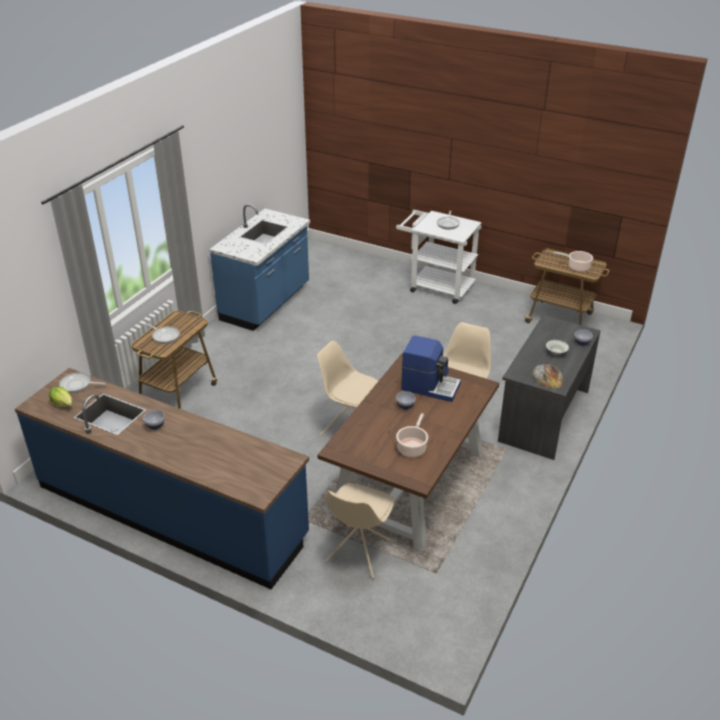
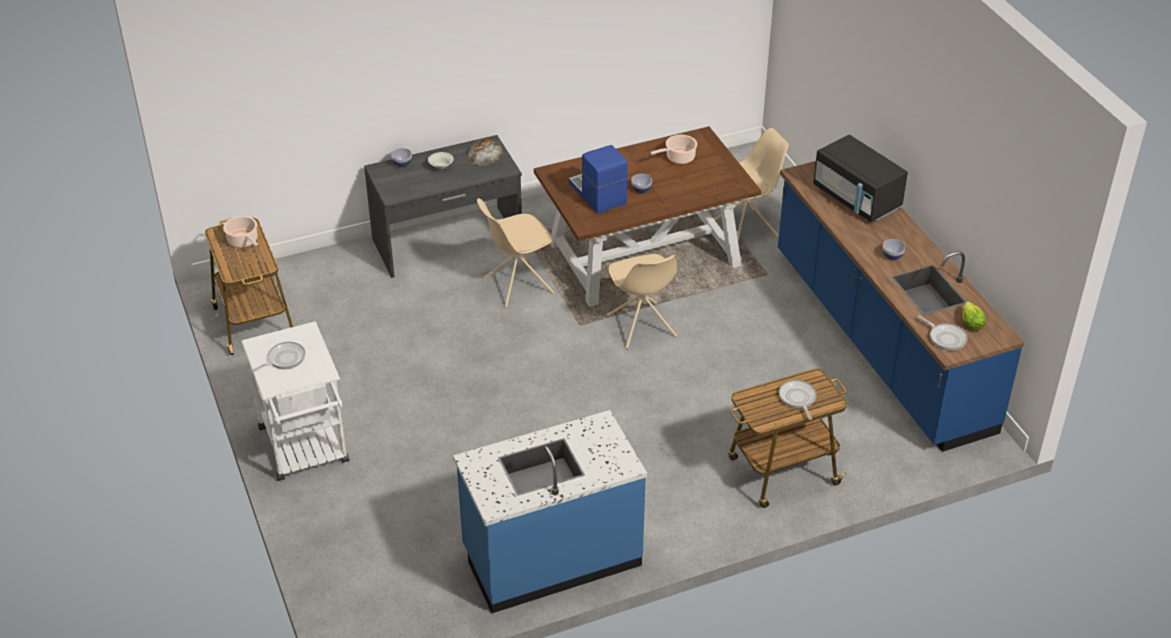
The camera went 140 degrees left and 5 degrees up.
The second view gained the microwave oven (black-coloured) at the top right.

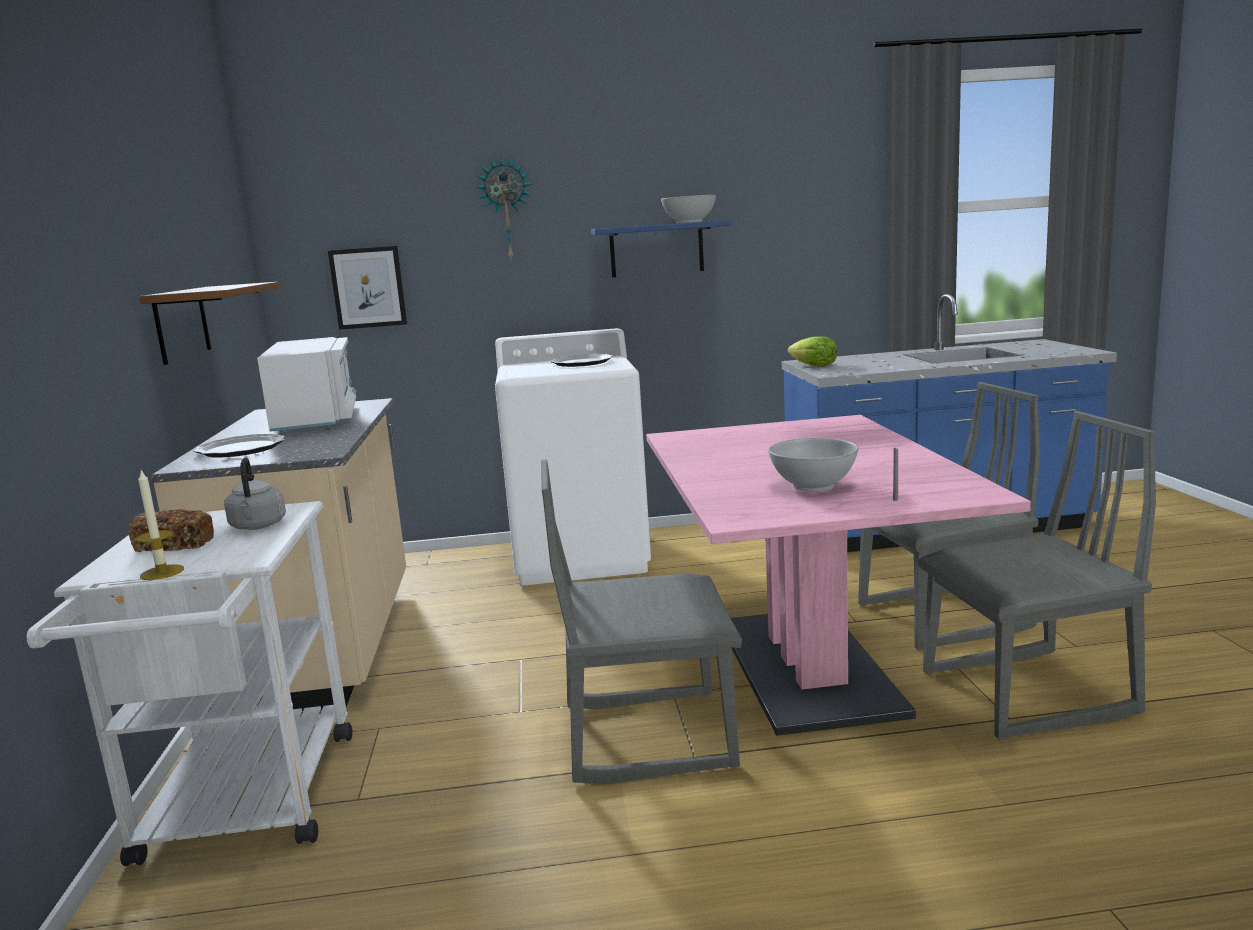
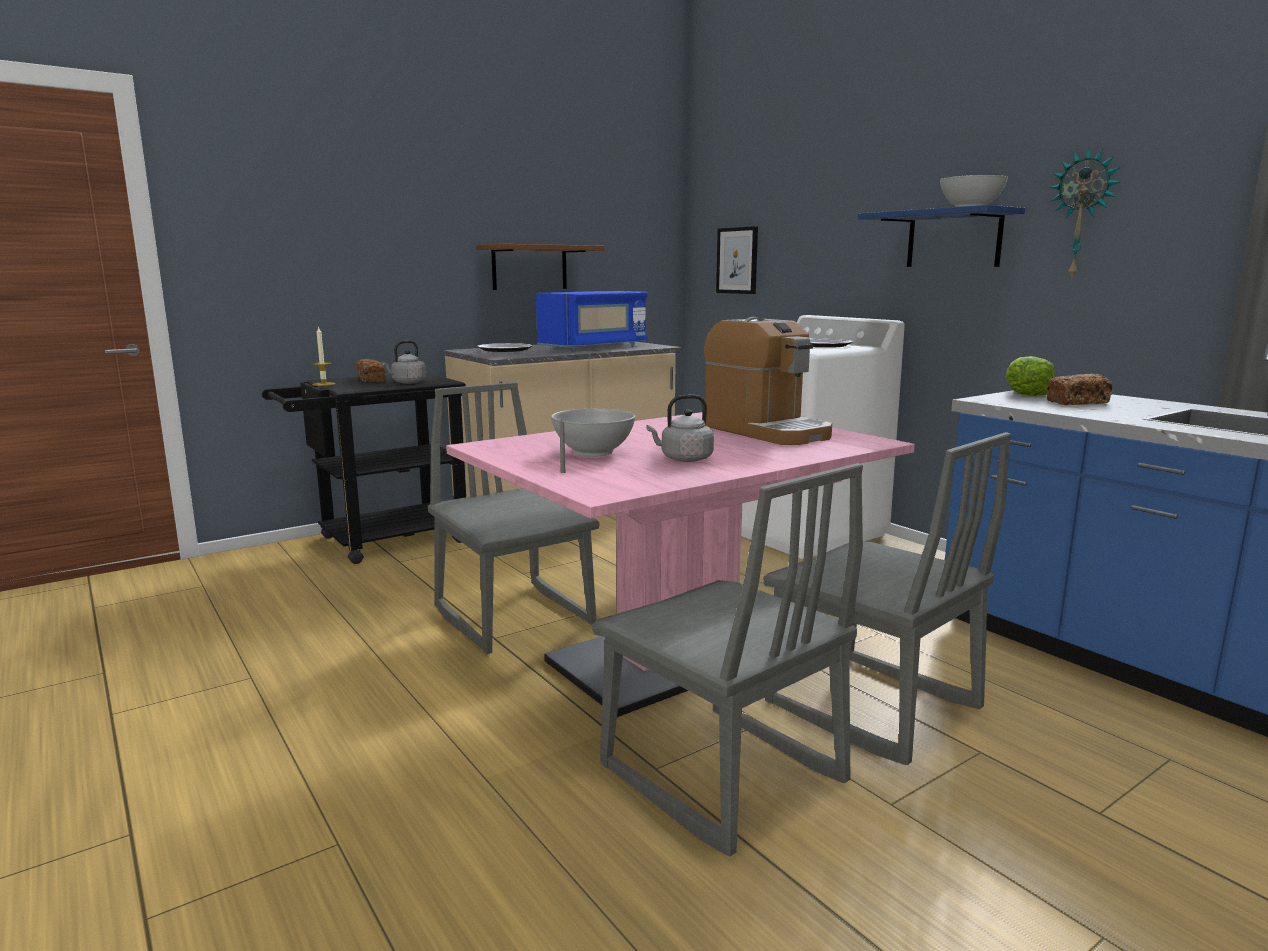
The camera went 60 degrees right and 0 degrees up.
The wall clock ended up elsewhere, having gone from the top centre to the top right.
What was the microwave oven (whitish) at the middle left turned into the microwave oven (blue-coloured) at the centre.
What was the trolley (whitish) at the bottom left turned into the trolley (black-coloured) at the middle left.
The second view gained the coffee maker at the centre.
The second view gained the baked bread (2nd from left) at the middle right.
The second view gained the water kettle (greyish) (2nd from left) at the centre.

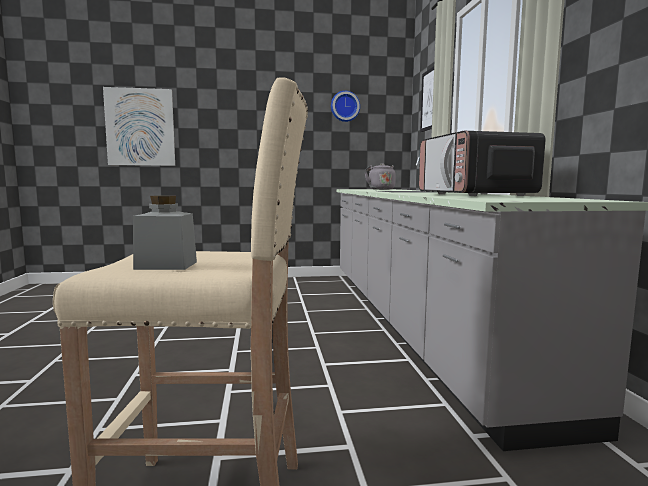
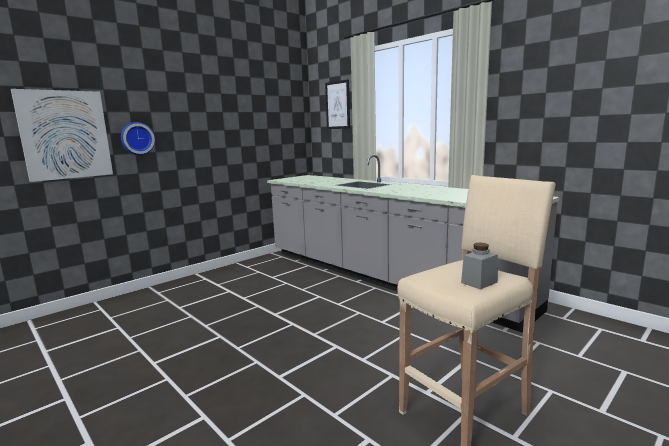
The camera went 35 degrees left and 5 degrees up.
The wall clock ended up elsewhere, having gone from the top centre to the top left.
The second view lost the microwave oven at the middle right.
The second view lost the water kettle (greyish) at the centre.

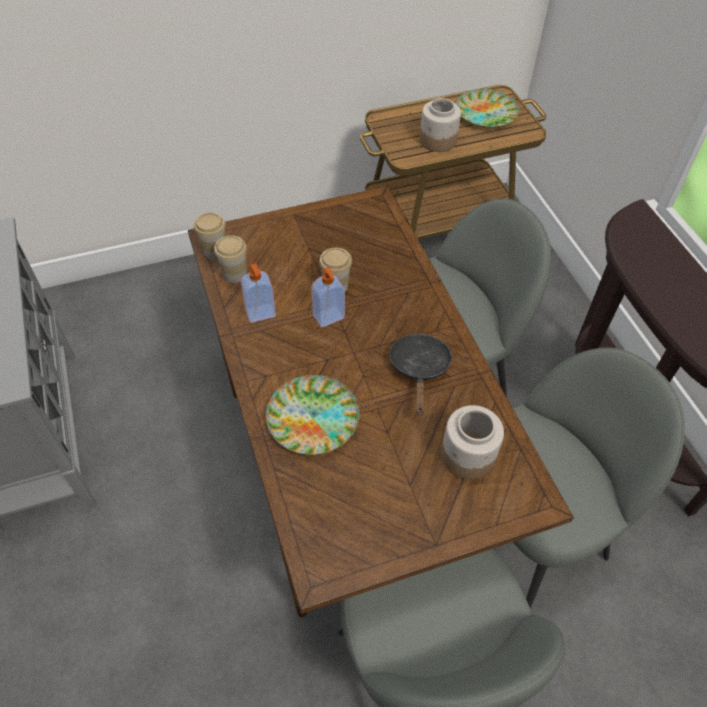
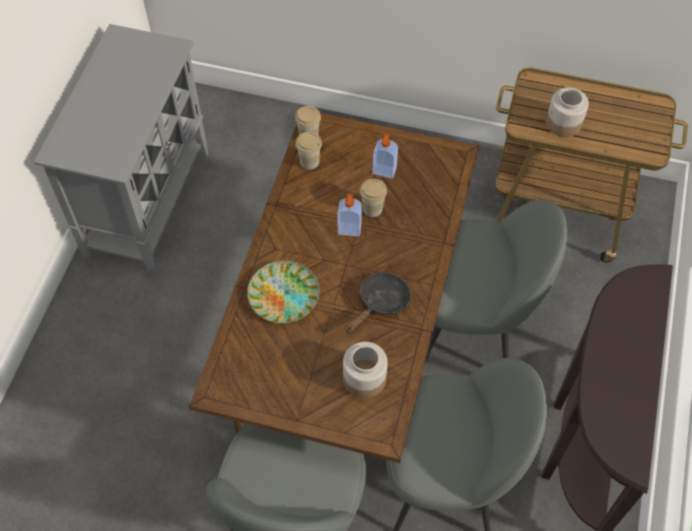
The camera went 35 degrees right and 5 degrees up.
The second view lost the dinner plate (2nd from left) at the top right.
The soap dispenser (1st from left in the first image) ended up elsewhere, having gone from the centre to the top centre.

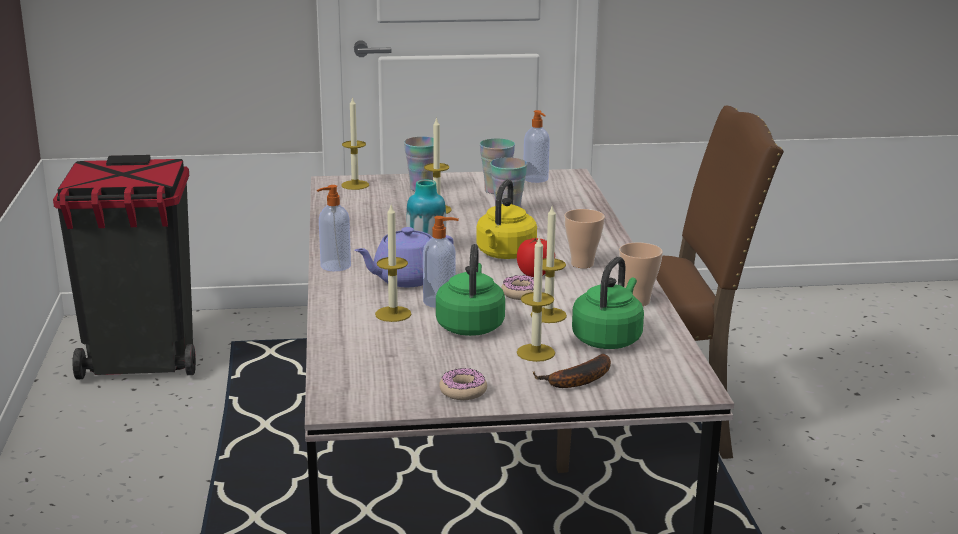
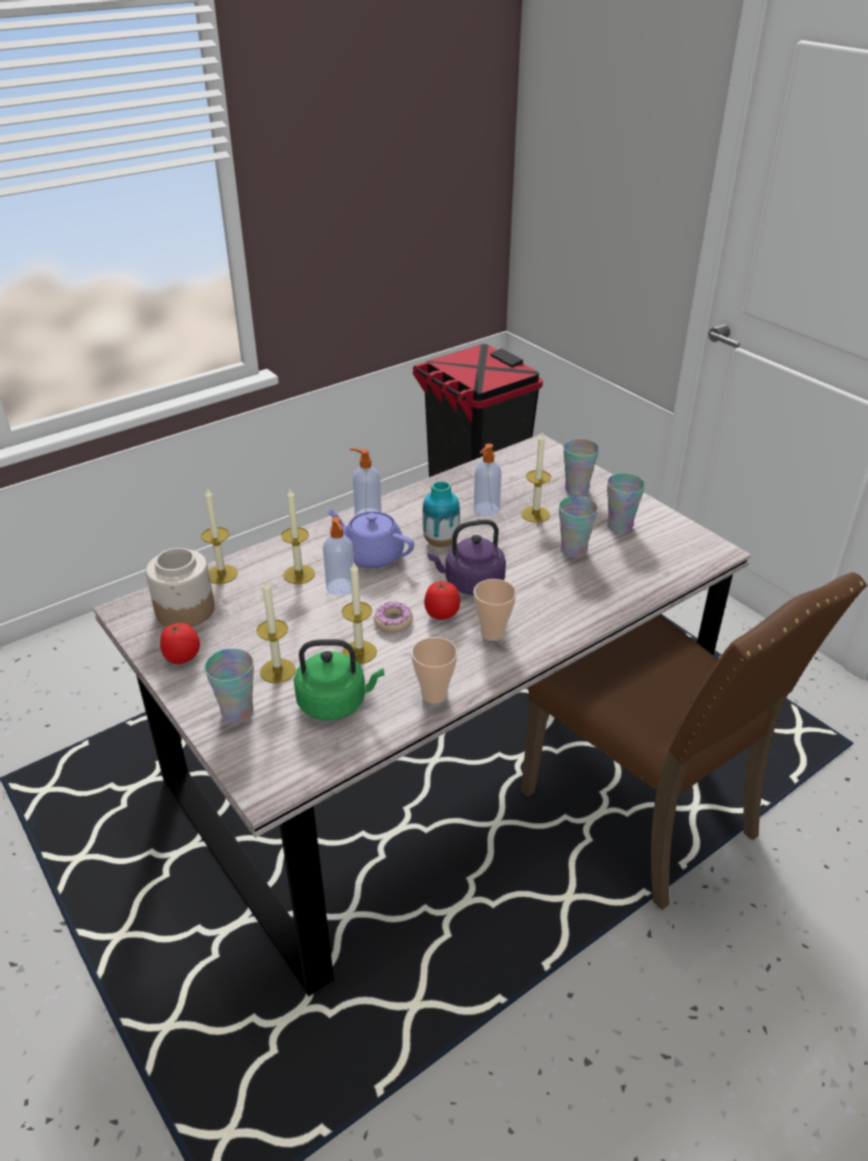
The camera went 60 degrees right and 15 degrees up.
The candle (1st from left) ended up elsewhere, having gone from the top centre to the middle left.
The soap dispenser (3rd from left) ended up elsewhere, having gone from the top centre to the centre.
What was the water kettle (yellow) at the centre turned into the water kettle (purple-coloured) at the centre.
The second view lost the water kettle (greenish) (1st from left) at the centre.
Where the whole banana stood at the bottom centre, the drinking cup (1st from left) came to stand at the middle left.
Where the doughnut (1st from left) stood at the bottom centre, the whole tomato (1st from left) came to stand at the middle left.
The second view gained the preserve jar at the middle left.

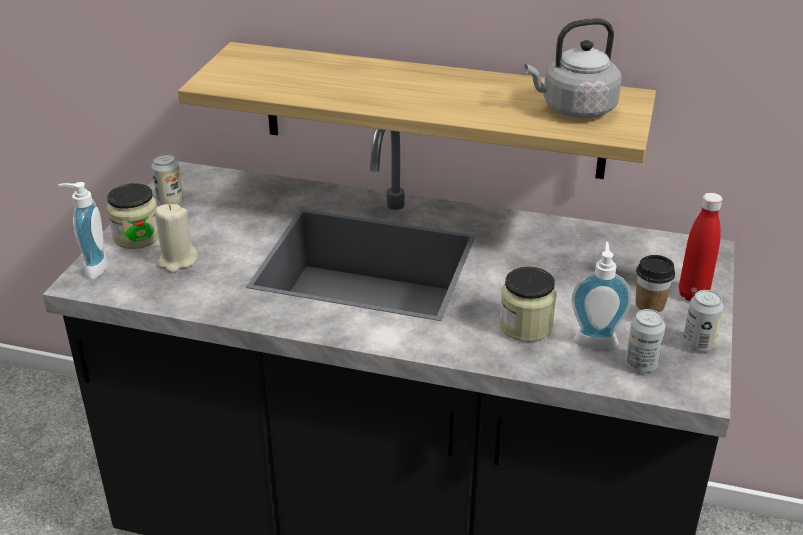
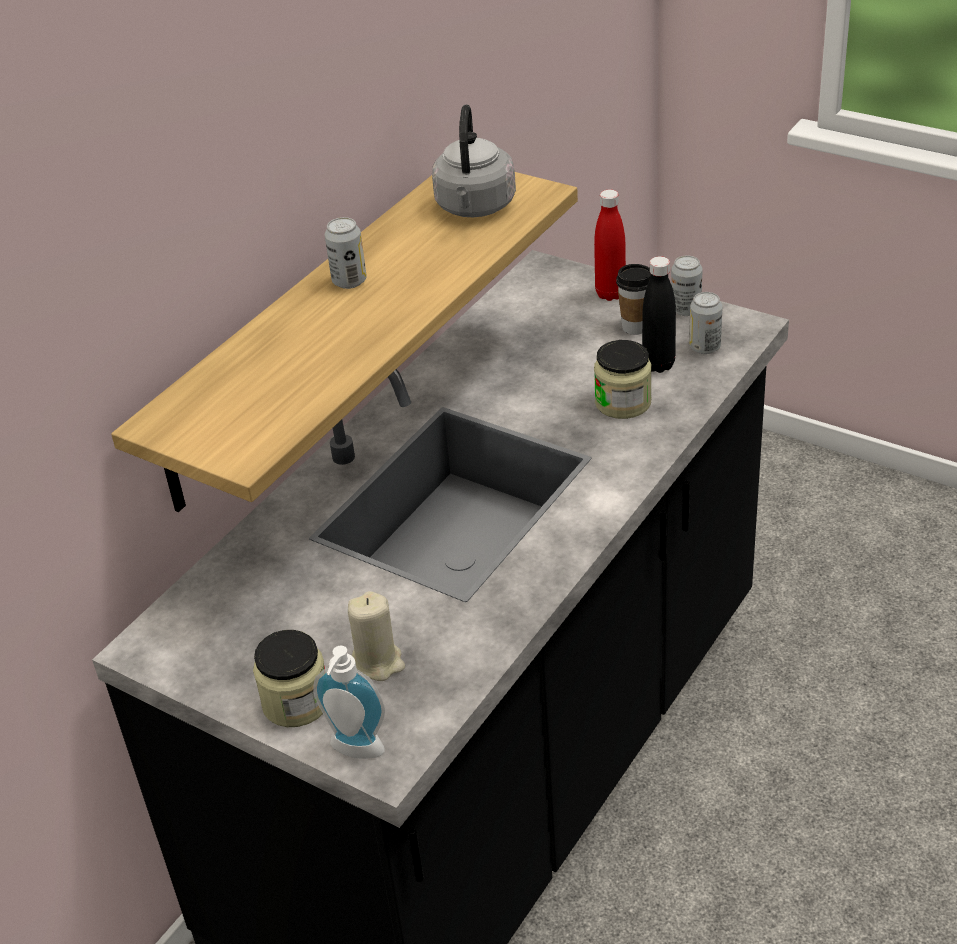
The camera went 70 degrees left and 5 degrees up.
The metal can (1st from left) ended up elsewhere, having gone from the middle left to the top centre.
Where the soap dispenser (2nd from left) stood at the middle right, the drink bottle (black-coloured) came to stand at the top right.

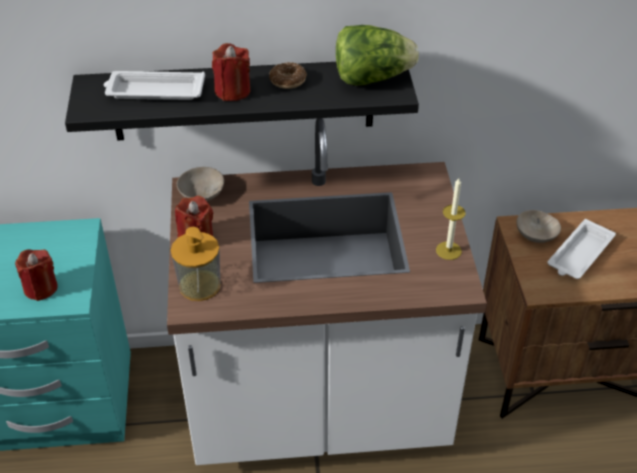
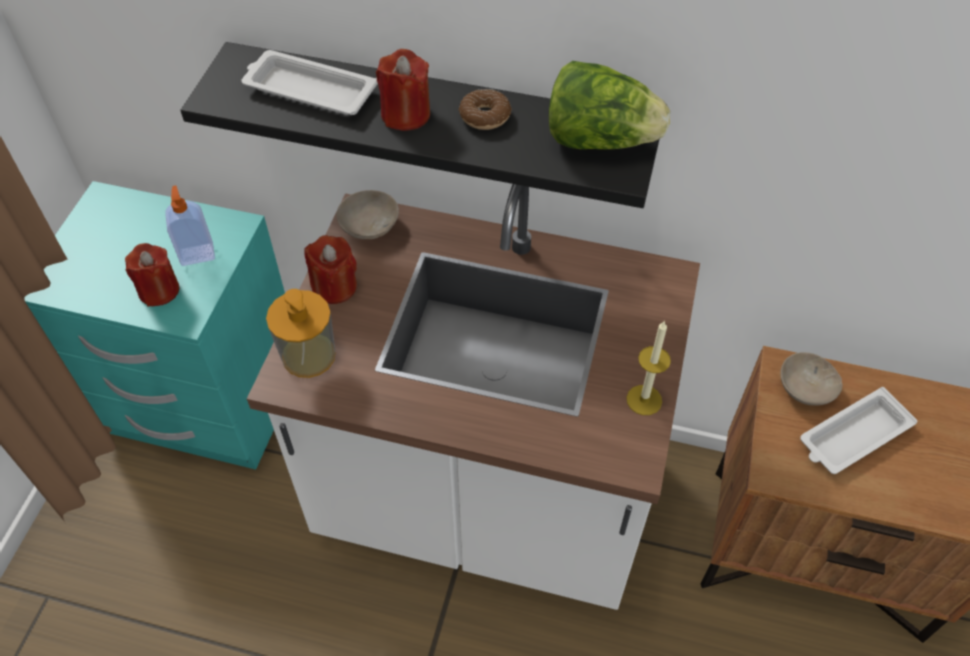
The camera went 20 degrees right and 10 degrees up.
The second view gained the soap dispenser (1st from left) at the middle left.

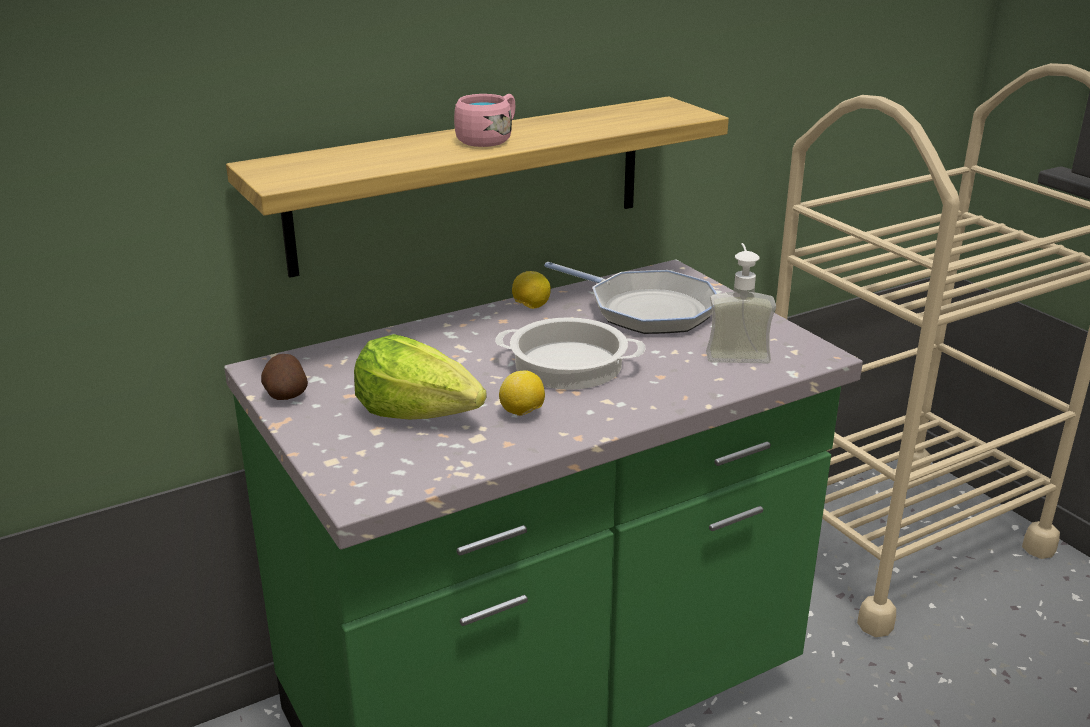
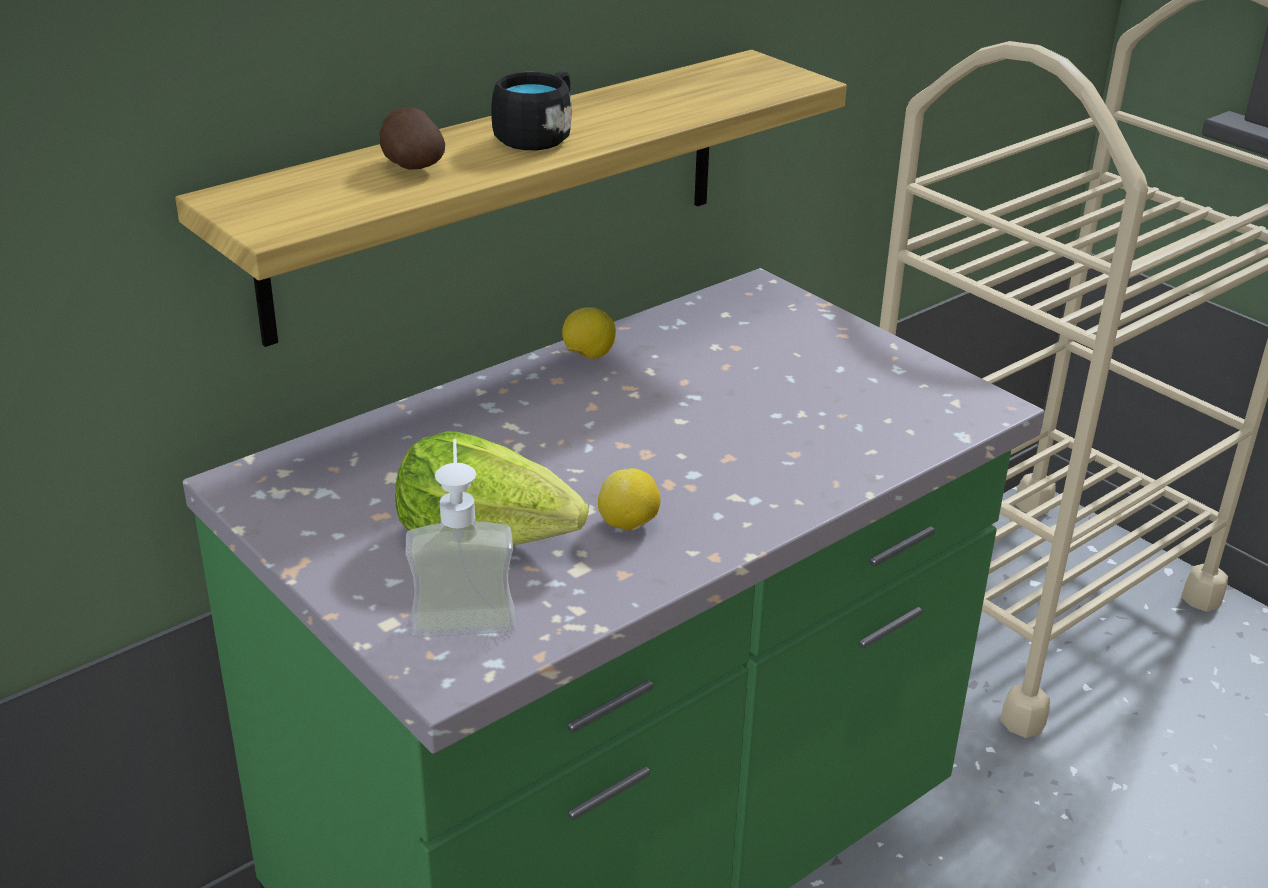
The camera went 10 degrees left and 5 degrees up.
What was the coffee mug (pink) at the top centre turned into the coffee mug (black-coloured) at the top centre.
The soap dispenser ended up elsewhere, having gone from the middle right to the centre.
The second view lost the skillet at the centre.
The second view lost the stockpot at the centre.
The potato ended up elsewhere, having gone from the middle left to the top left.

